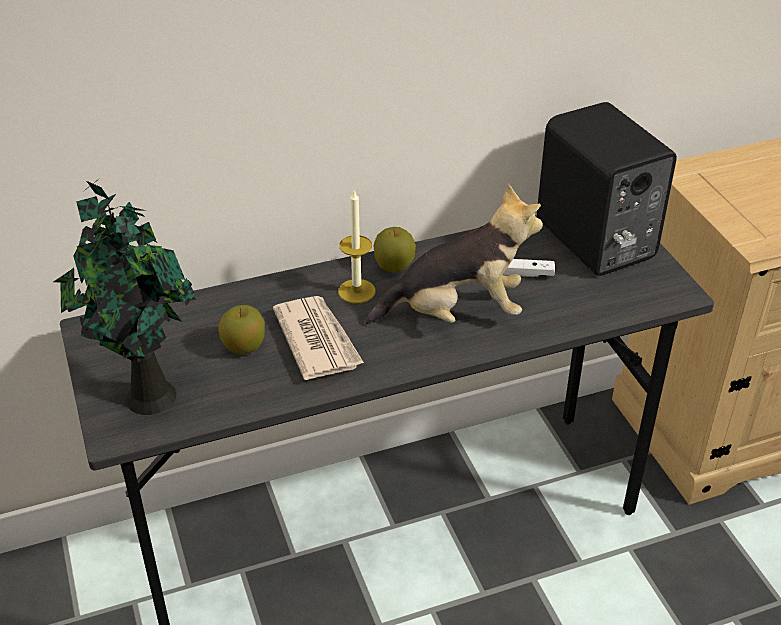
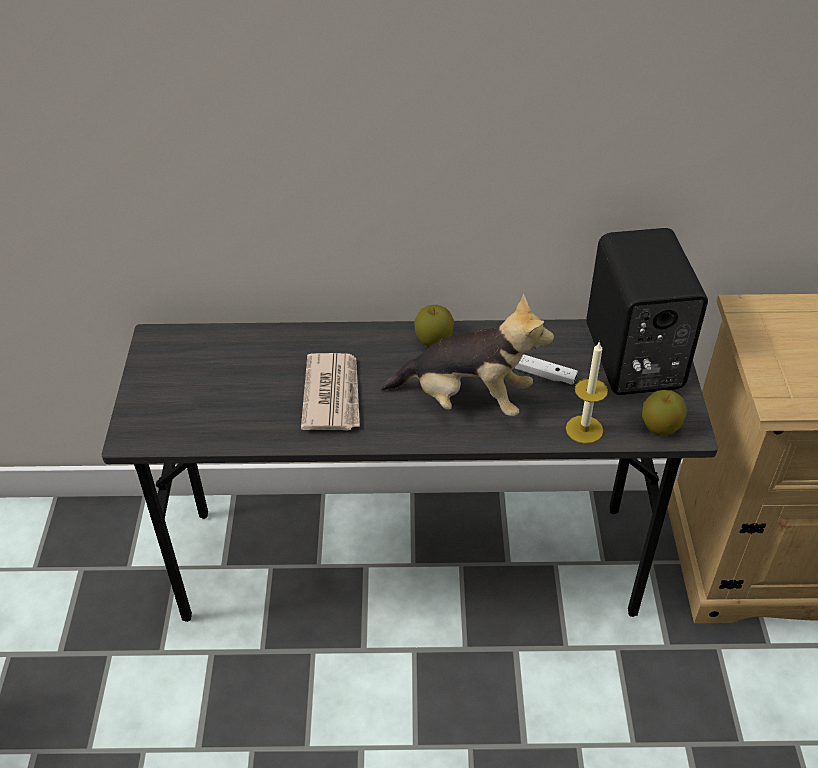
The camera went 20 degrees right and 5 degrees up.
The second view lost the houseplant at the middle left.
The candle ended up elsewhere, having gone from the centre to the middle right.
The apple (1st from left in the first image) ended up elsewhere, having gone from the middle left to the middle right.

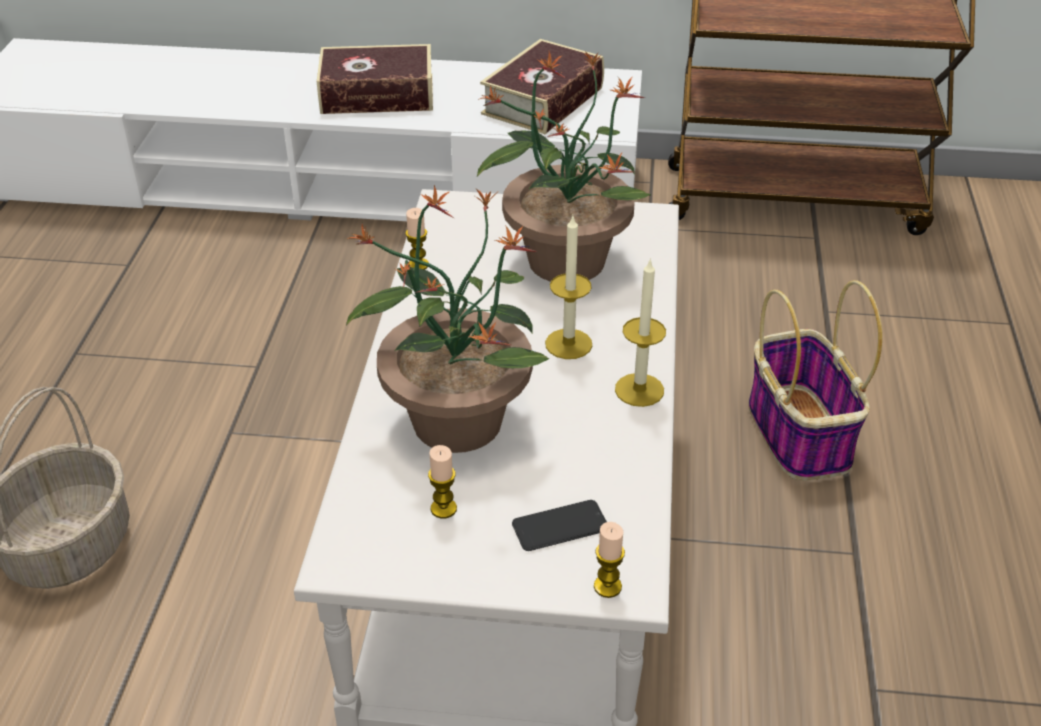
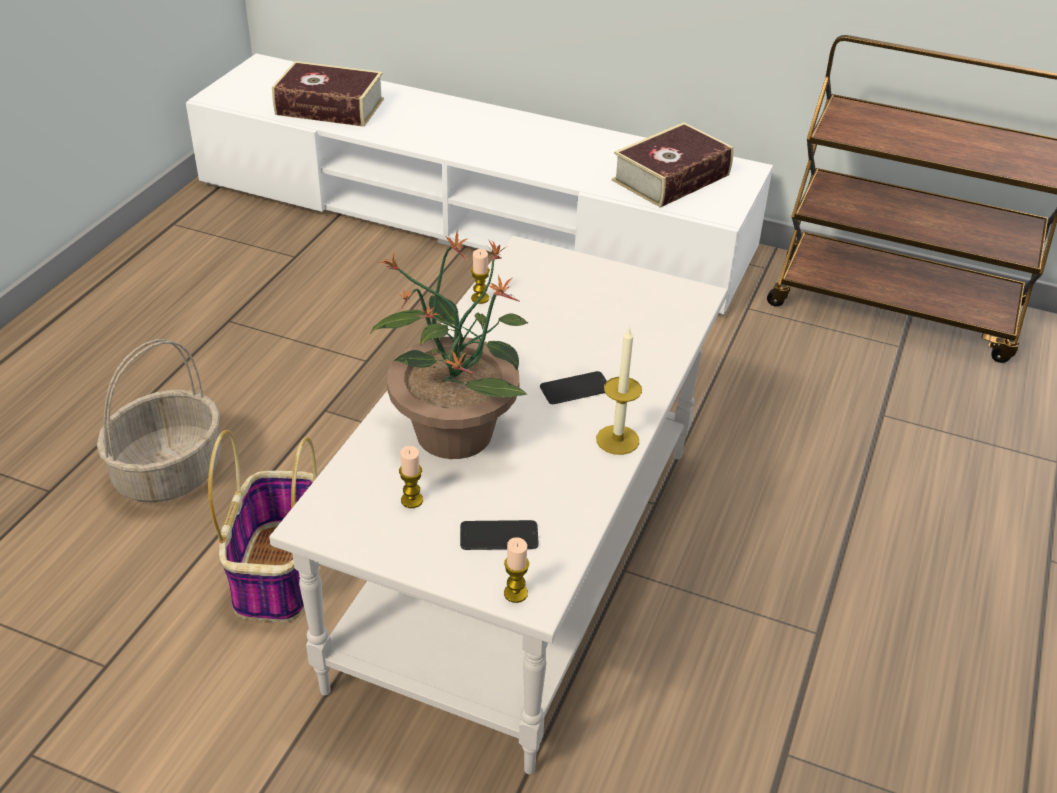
The camera went 15 degrees right and 0 degrees up.
The volume (1st from left) ended up elsewhere, having gone from the top centre to the top left.
The second view lost the houseplant (2nd from left) at the top centre.
Where the candle (3rd from left) stood at the centre, the phone (2nd from left) came to stand at the centre.
The storage basket (2nd from left) ended up elsewhere, having gone from the middle right to the middle left.

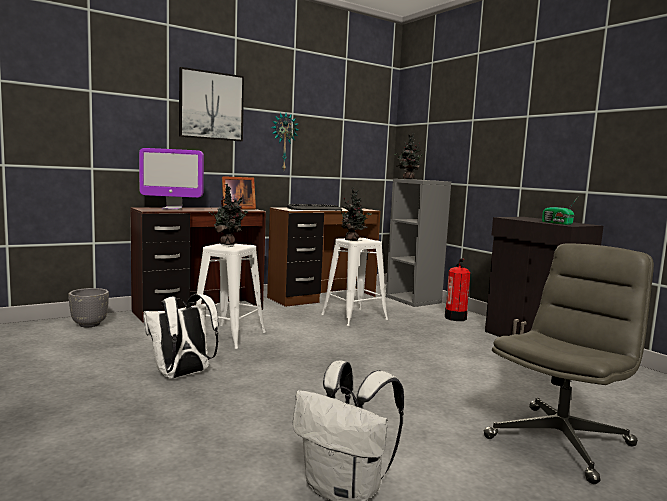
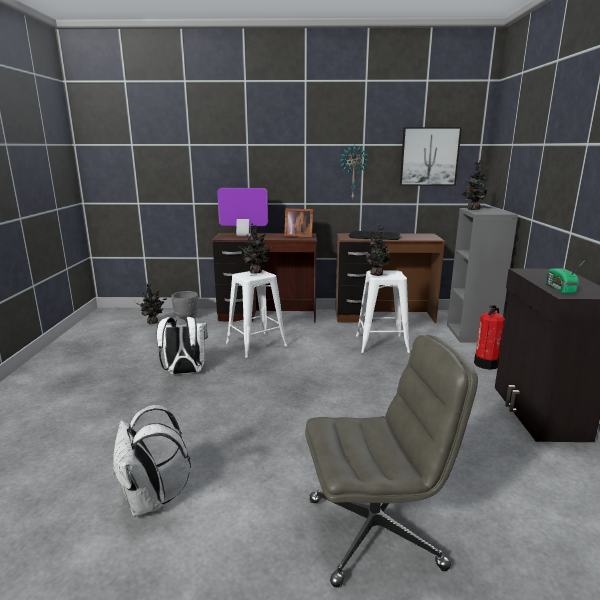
The camera went 35 degrees right and 10 degrees up.
The wall picture ended up elsewhere, having gone from the top left to the top right.
The computer screen at the middle left ended up facing another way, 150 degrees clockwise from before.
The second view gained the houseplant (1st from left) at the middle left.

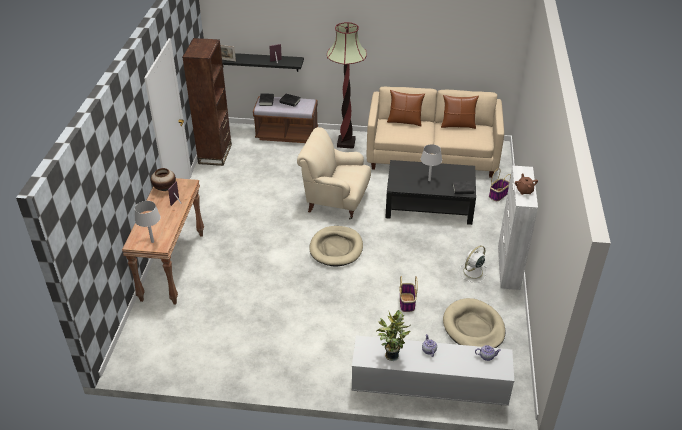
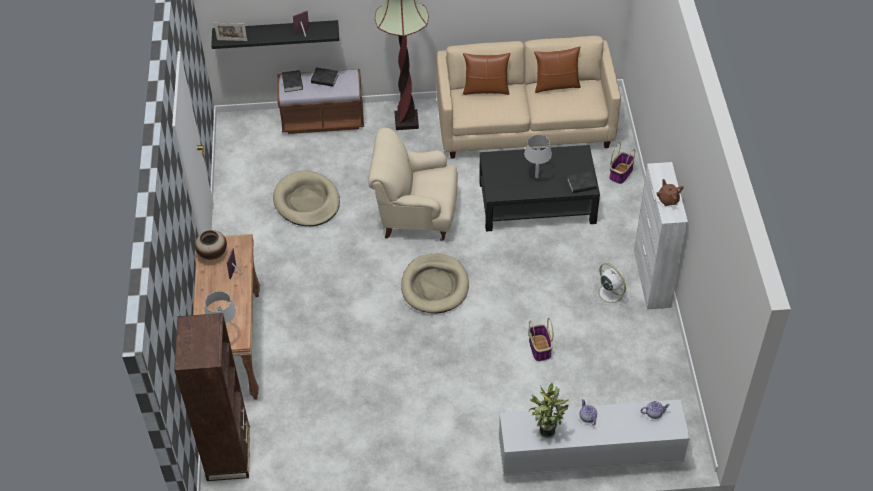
The camera went 10 degrees left and 10 degrees up.
The bookshelf (brown-coloured) ended up elsewhere, having gone from the top left to the bottom left.
The fan (whitish) at the middle right ended up facing another way, 105 degrees clockwise from before.
The dog bed (beige) (2nd from left in the first image) ended up elsewhere, having gone from the bottom right to the centre.

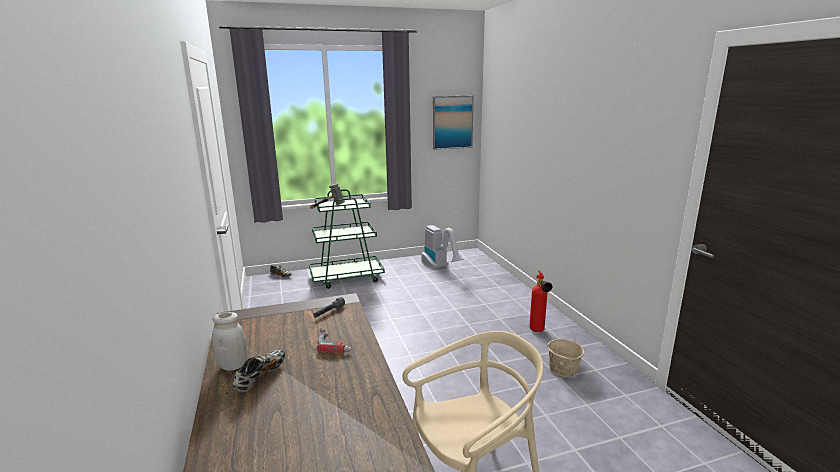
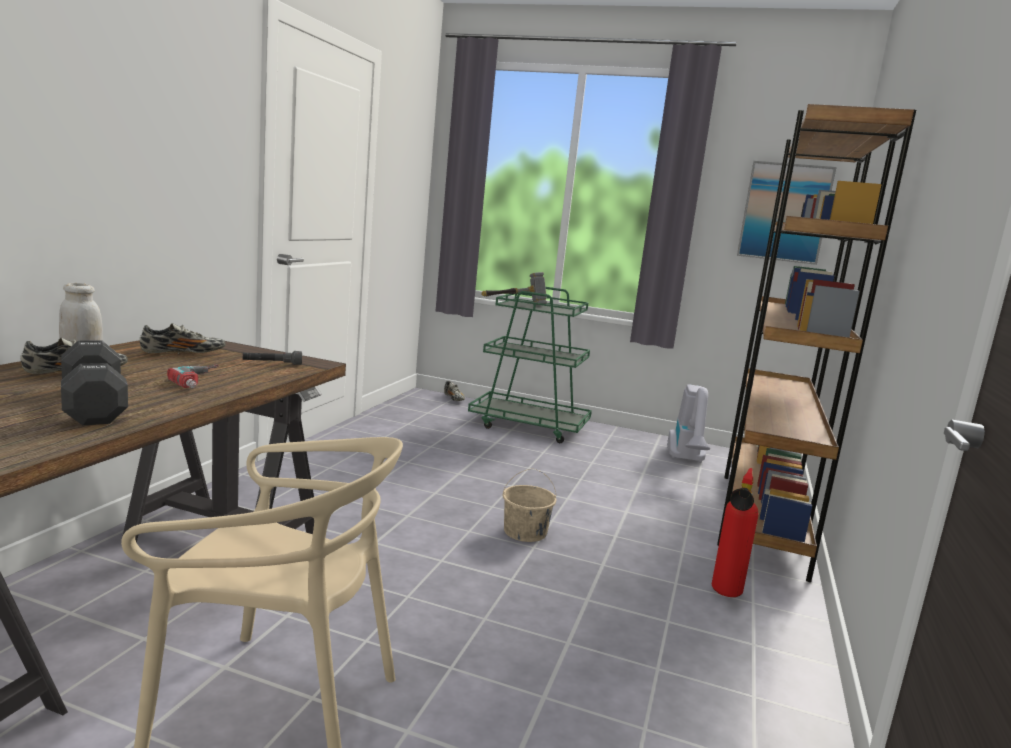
The camera went 35 degrees right and 5 degrees down.
The pail (beige) ended up elsewhere, having gone from the bottom right to the bottom centre.
The second view gained the bookshelf (brown-coloured) at the middle right.
The second view gained the low shoe (2nd from left) at the middle left.
The second view gained the free weight (black-coloured) at the middle left.

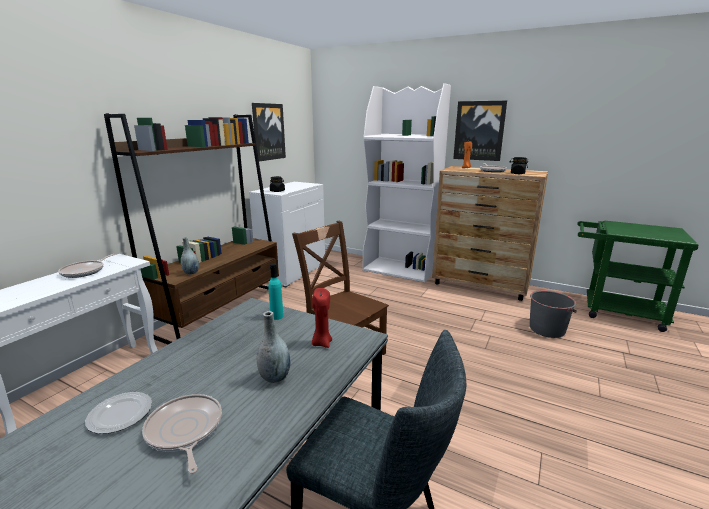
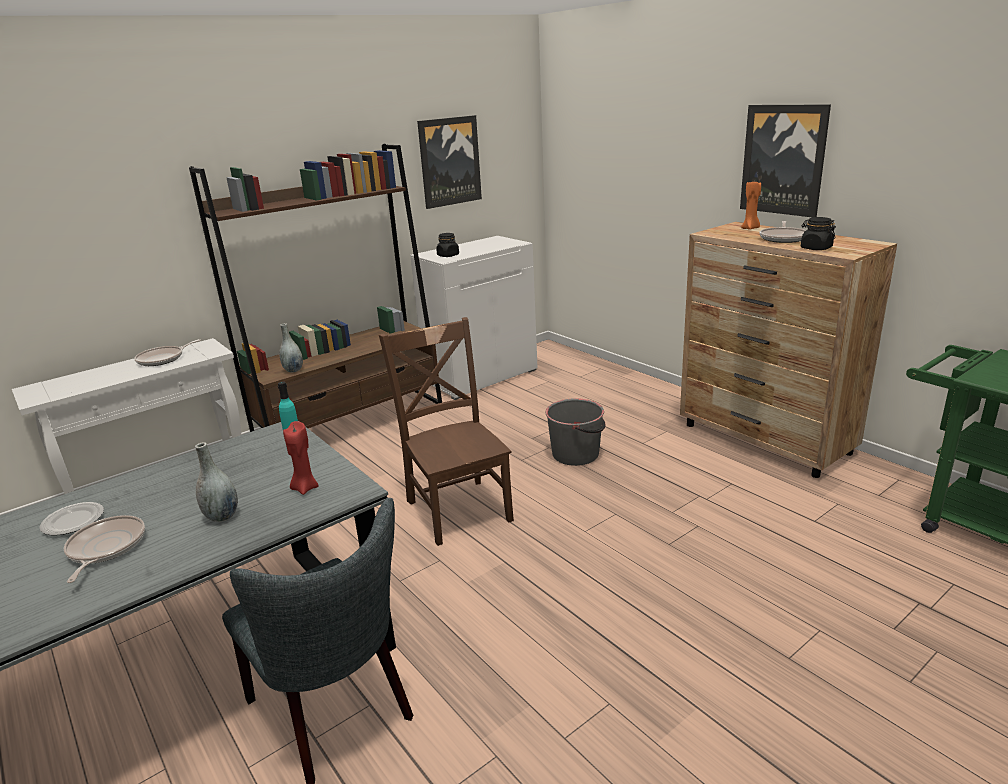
The camera went 25 degrees right and 5 degrees up.
The second view lost the bookshelf (whitish) at the centre.
The pail (greyish) ended up elsewhere, having gone from the middle right to the centre.

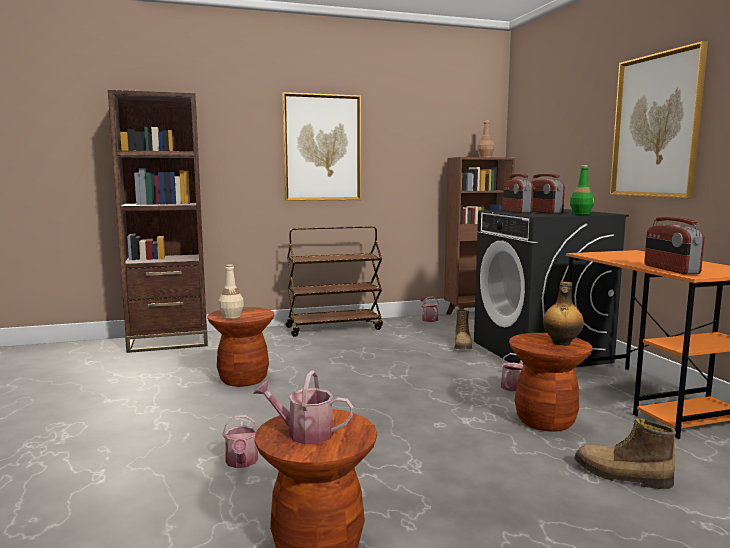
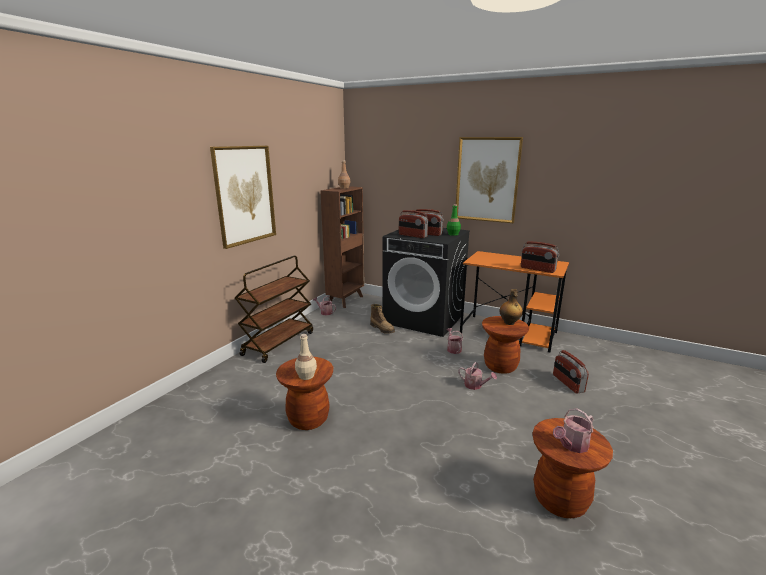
The camera went 45 degrees left and 10 degrees up.
The second view lost the bookshelf (brown-coloured) (1st from left) at the middle left.
The watering pot (1st from left in the first image) ended up elsewhere, having gone from the bottom left to the centre.
Where the boot (2nd from left) stood at the bottom right, the radio set (4th from left) came to stand at the middle right.

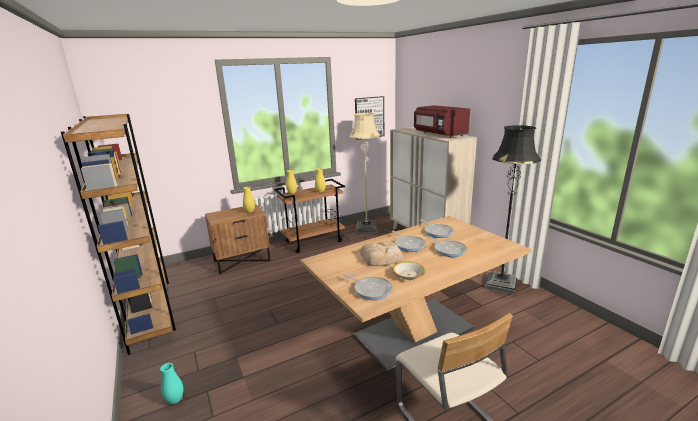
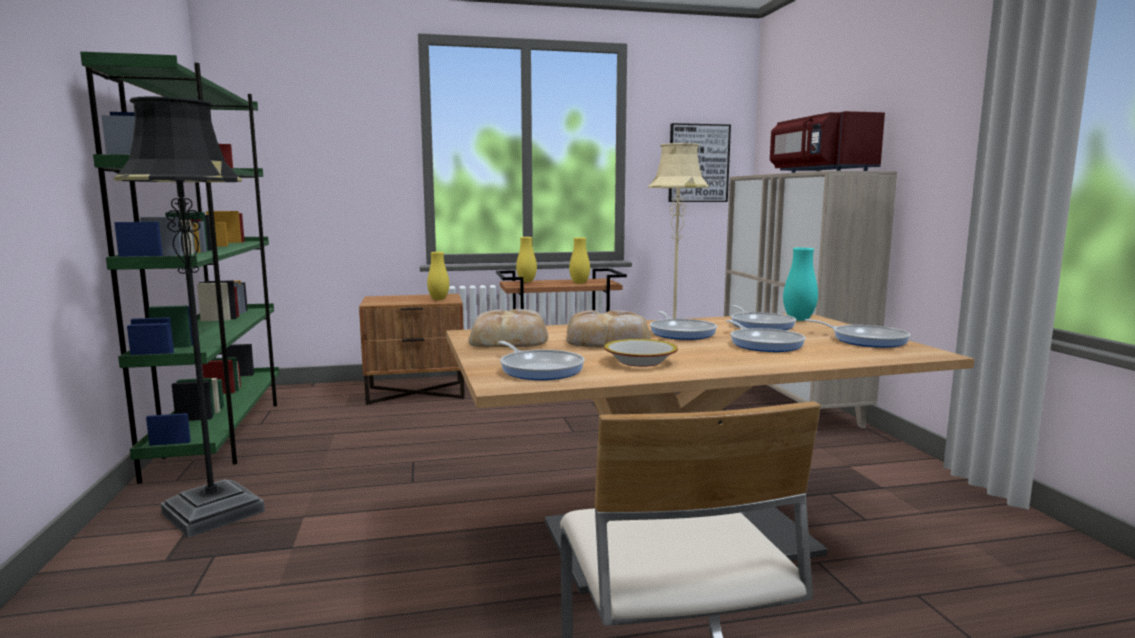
The camera went 15 degrees right and 10 degrees down.
What was the bookshelf (brown-coloured) at the middle left turned into the bookshelf (greenish) at the middle left.
The standard lamp (black-coloured) ended up elsewhere, having gone from the middle right to the middle left.
The vase (turquoise-coloured) ended up elsewhere, having gone from the bottom left to the middle right.
The second view gained the baked bread (1st from left) at the centre.
The second view gained the skillet (5th from left) at the middle right.

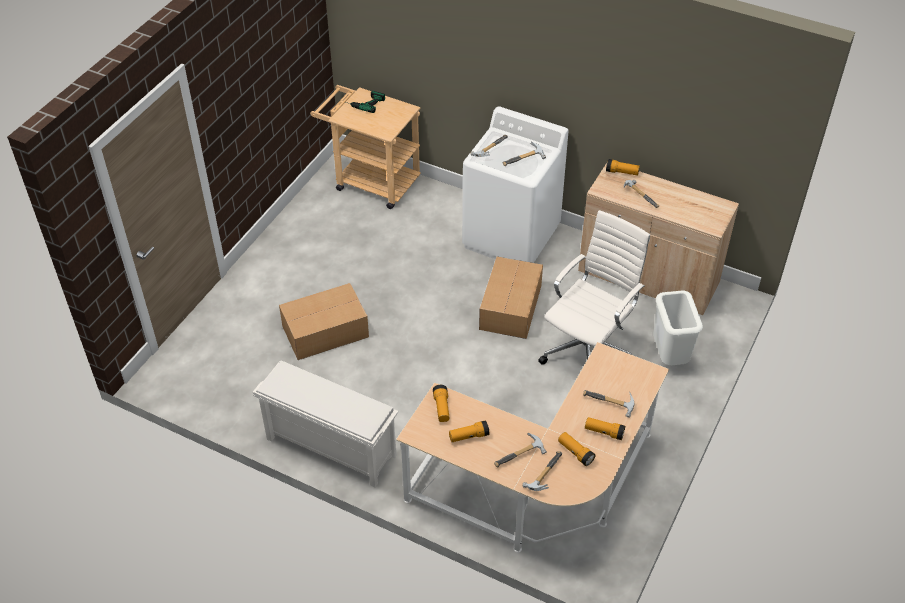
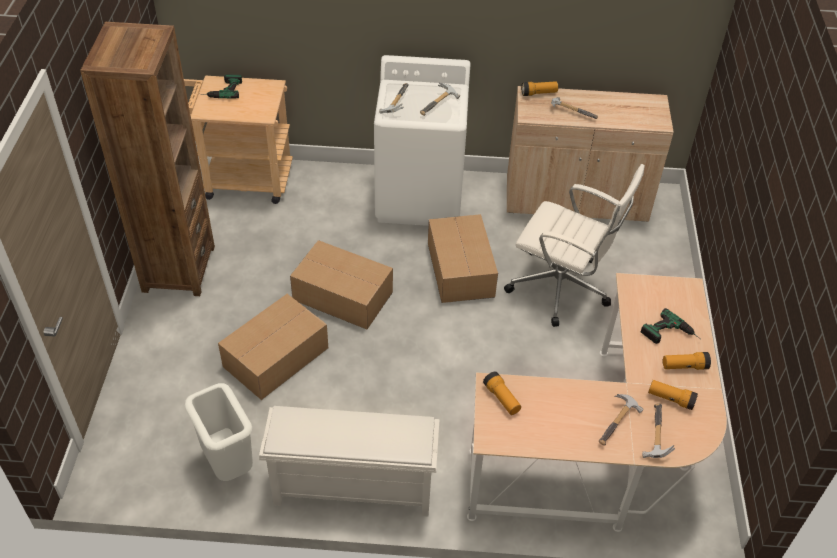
The camera went 25 degrees left and 0 degrees up.
The office chair (whitish) at the centre ended up facing another way, 105 degrees clockwise from before.
The waste bin (whitish) ended up elsewhere, having gone from the middle right to the bottom left.
Where the hammer (5th from left) stood at the bottom right, the power drill (2nd from left) came to stand at the middle right.
The second view lost the hand torch (2nd from left) at the bottom centre.
The second view gained the bookshelf (brown-coloured) at the top left.
The second view gained the cardboard box (2nd from left) at the centre.

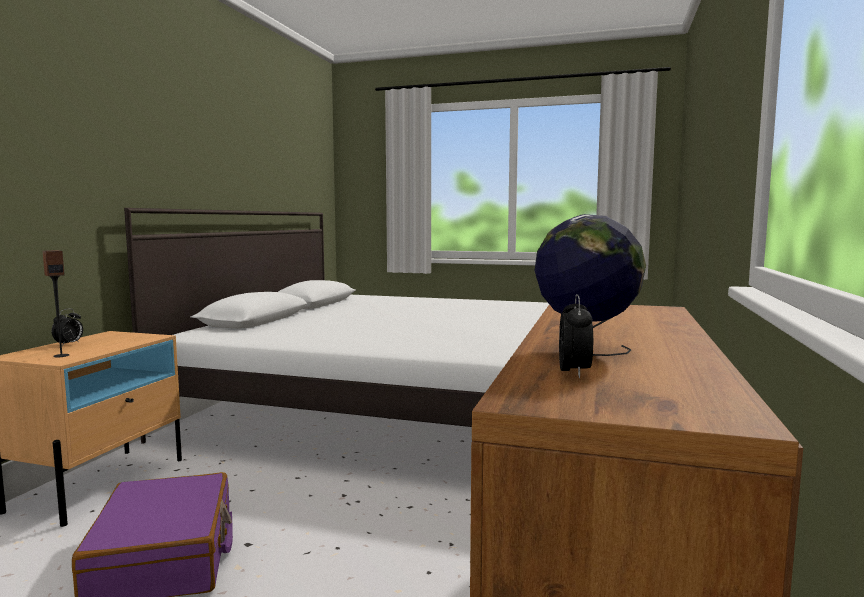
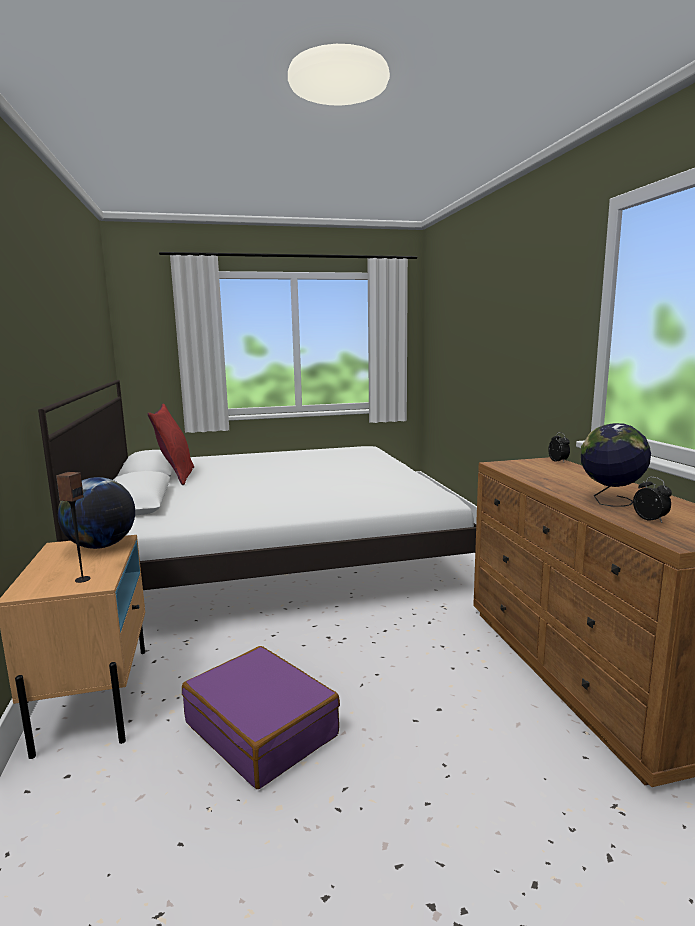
The camera went 30 degrees left and 5 degrees up.
The alarm clock (1st from left) ended up elsewhere, having gone from the middle left to the middle right.
The second view gained the pillow (reddish) at the middle left.
The second view gained the desk globe (1st from left) at the middle left.

